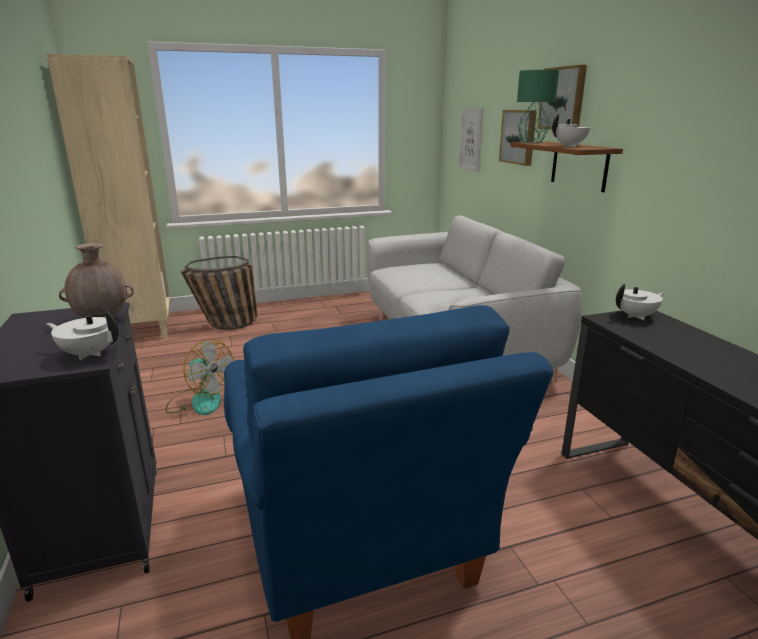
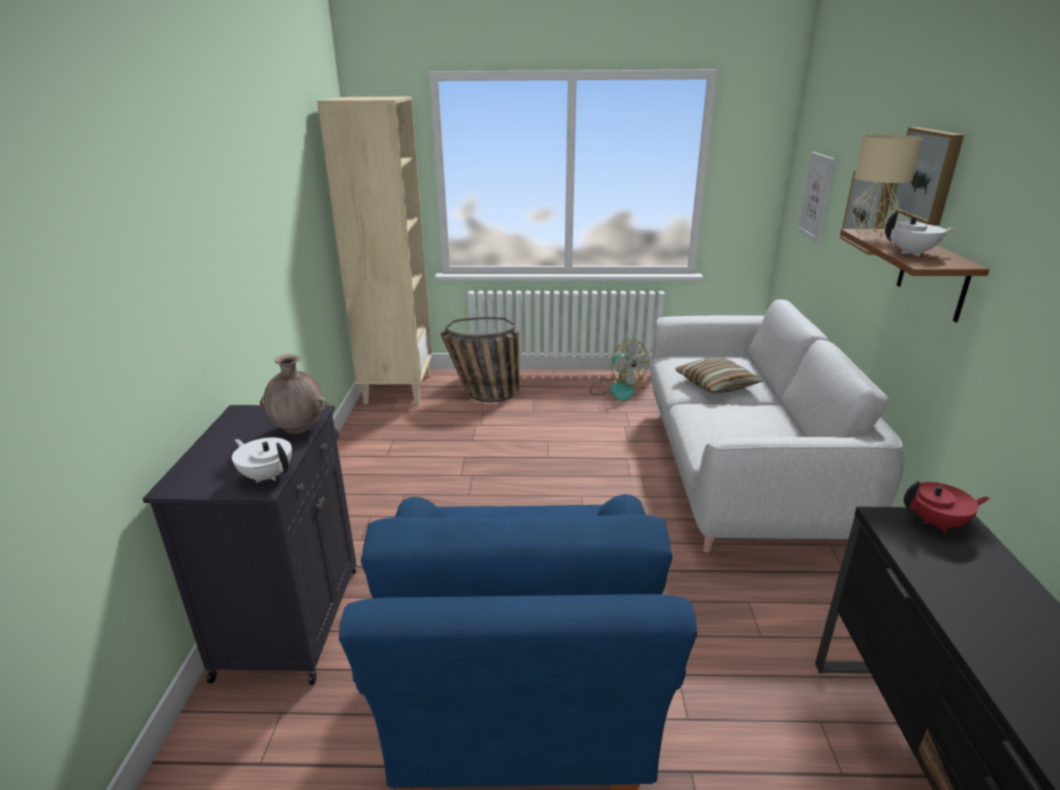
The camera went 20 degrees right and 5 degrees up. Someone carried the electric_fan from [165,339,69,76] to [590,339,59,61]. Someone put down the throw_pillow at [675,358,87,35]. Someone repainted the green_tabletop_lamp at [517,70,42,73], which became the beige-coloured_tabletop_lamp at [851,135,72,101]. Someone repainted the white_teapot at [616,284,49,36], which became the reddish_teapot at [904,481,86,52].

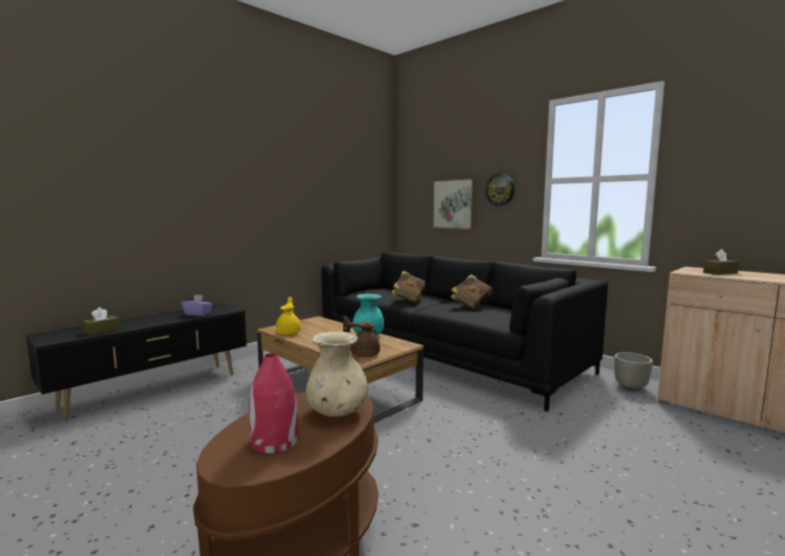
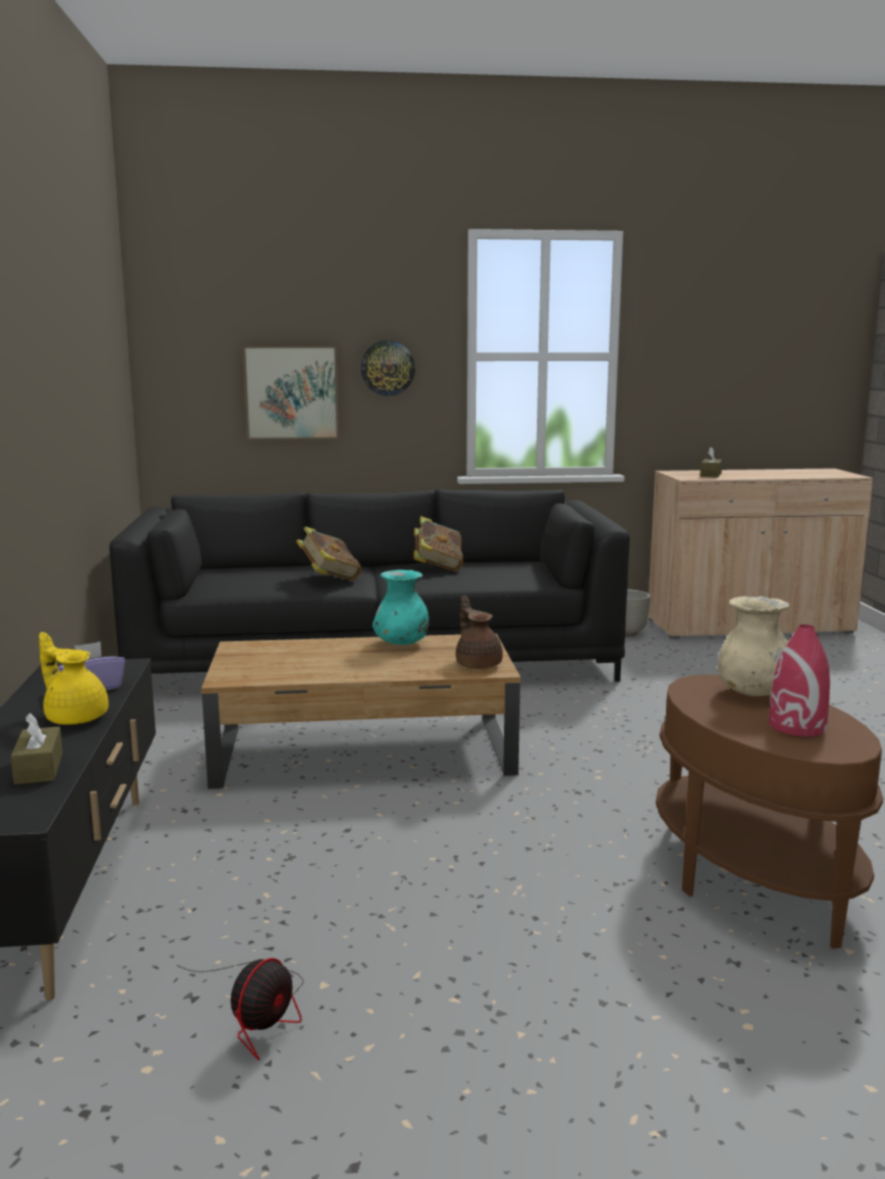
The camera went 50 degrees left and 5 degrees up. Someone carried the yellowish_teapot from [276,297,25,38] to [39,632,69,93]. Someone put down the electric_fan at [177,958,126,103]. Someone rotated the brown_teapot at [343,316,37,41] by 105 degrees clockwise.

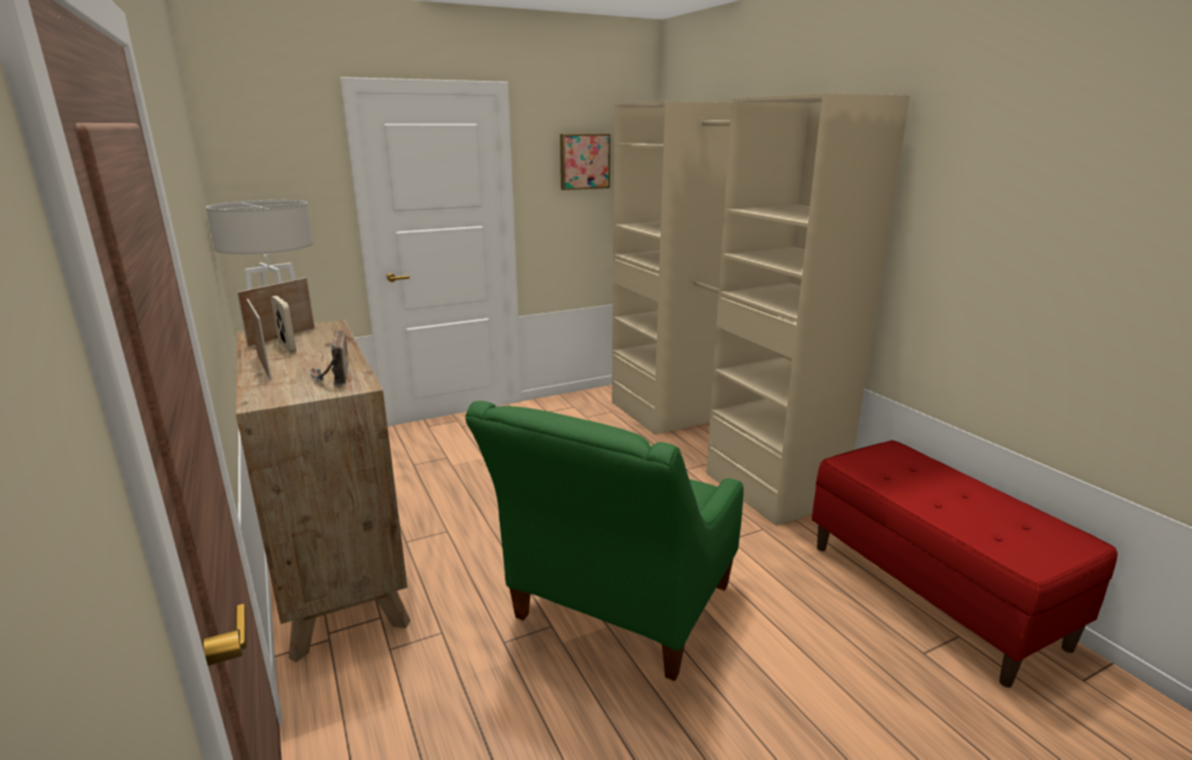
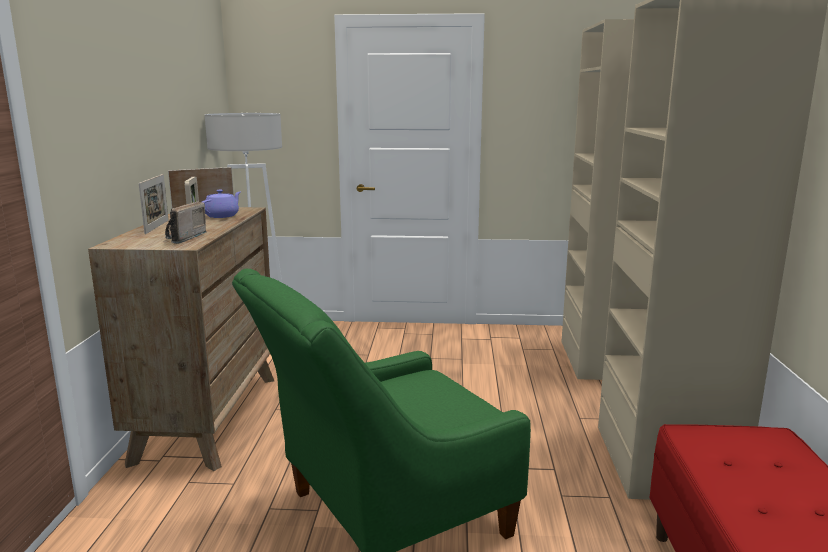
The camera went 30 degrees right and 5 degrees down. Someone put down the purplish_teapot at [202,190,38,28]. Someone took away the picture at [560,134,50,56].

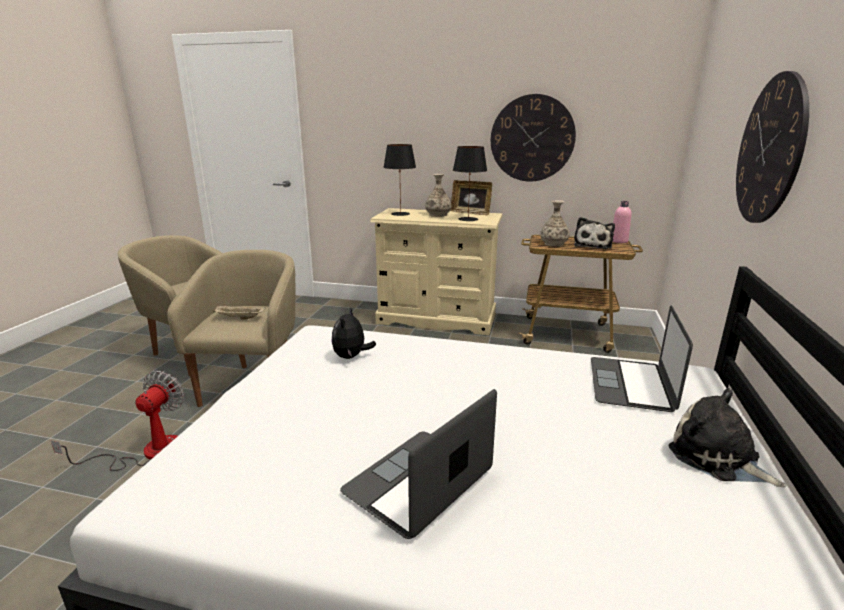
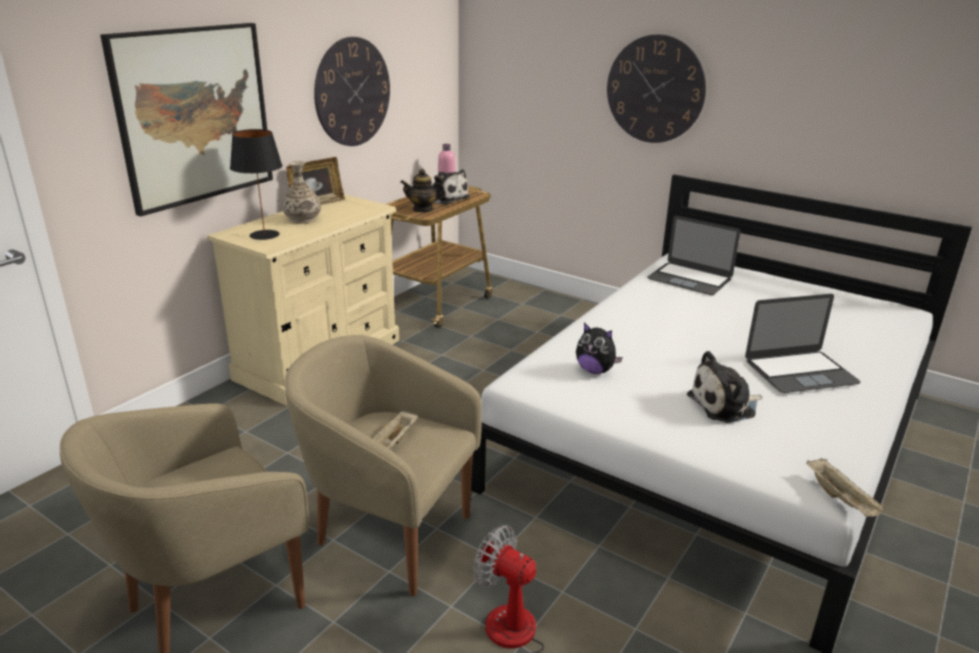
The camera went 70 degrees left and 5 degrees up. Someone put up the picture at [100,23,173,194]. Someone swapped the flower_vase at [540,200,29,47] for the teapot at [400,169,46,43]. Someone carried the cuddly_toy from [669,388,117,99] to [687,351,75,72]. Someone rotated the laptop at [340,389,157,150] by 75 degrees counterclockwise. Someone put down the beige-coloured_tray at [806,458,79,59]. Someone took away the black_tabletop_lamp at [453,146,34,75].

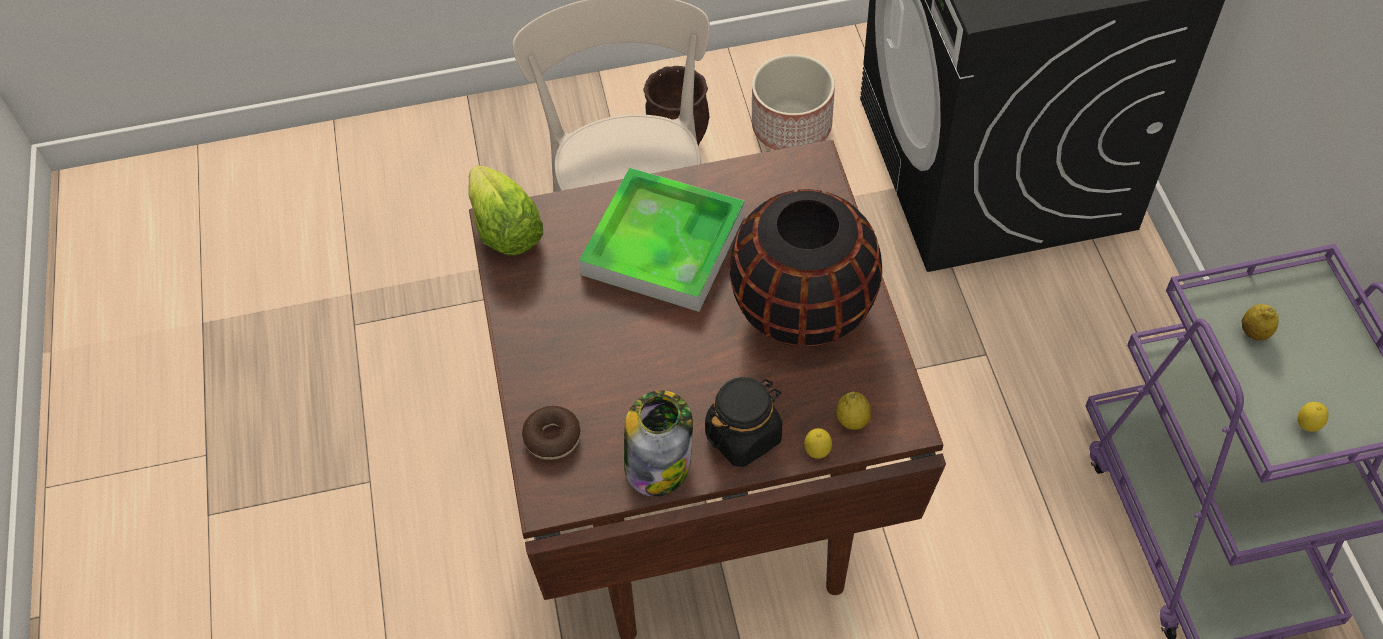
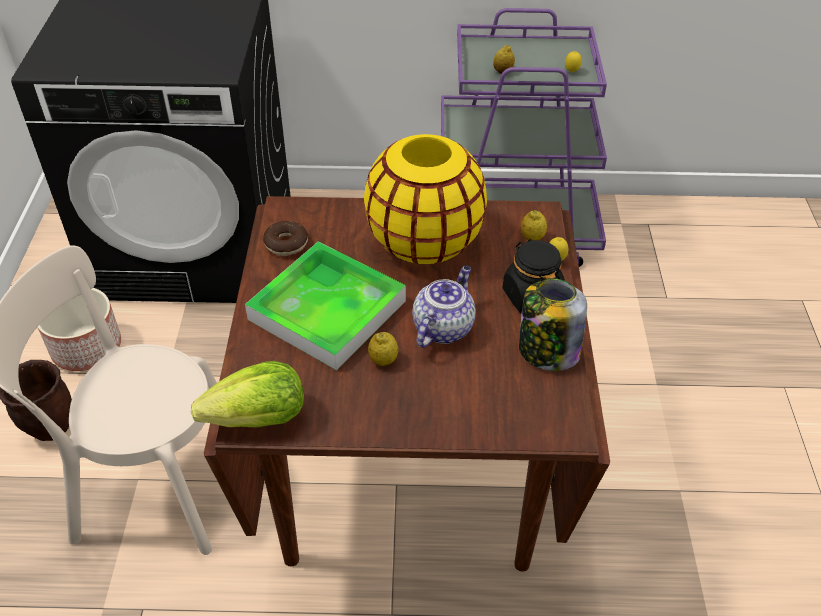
The camera went 80 degrees left and 10 degrees down. Someone carried the donut from [522,406,59,54] to [263,221,45,35]. Someone repainted the black_flower_vase at [729,189,153,158], which became the yellowish_flower_vase at [364,134,123,130]. Someone put down the citrus_fruit at [368,332,30,34]. Someone put down the teapot at [412,266,64,82].

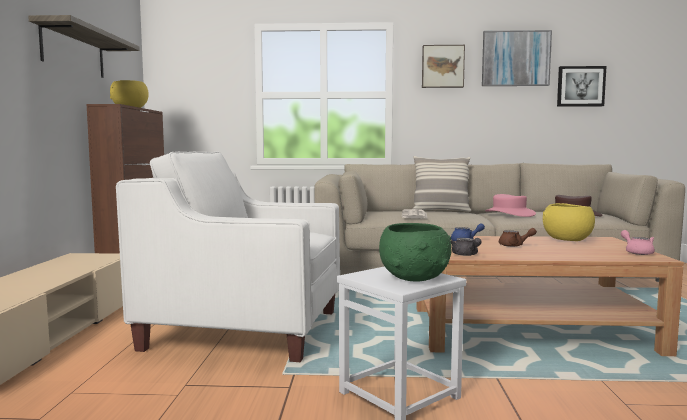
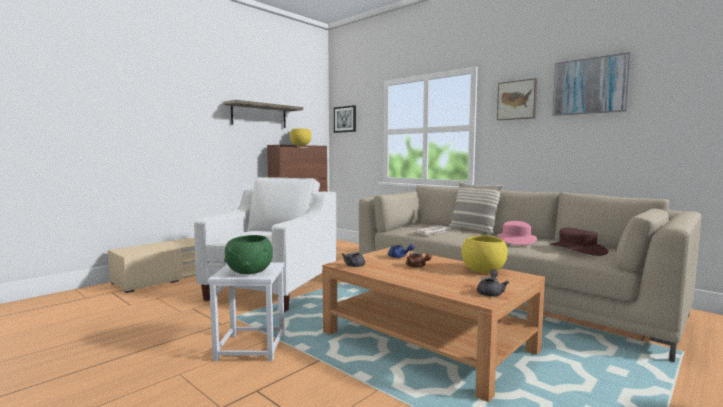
The camera went 40 degrees right and 0 degrees up. Someone rotated the white_lounge_chair at [116,152,224,210] by 60 degrees clockwise. Someone carried the picture from [557,66,49,41] to [334,105,22,28]. Someone repainted the pink-coloured_teapot at [621,230,34,25], which became the gray_teapot at [477,269,32,28].

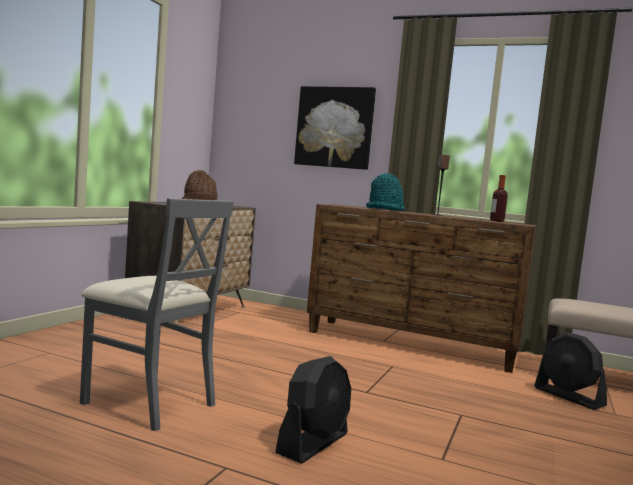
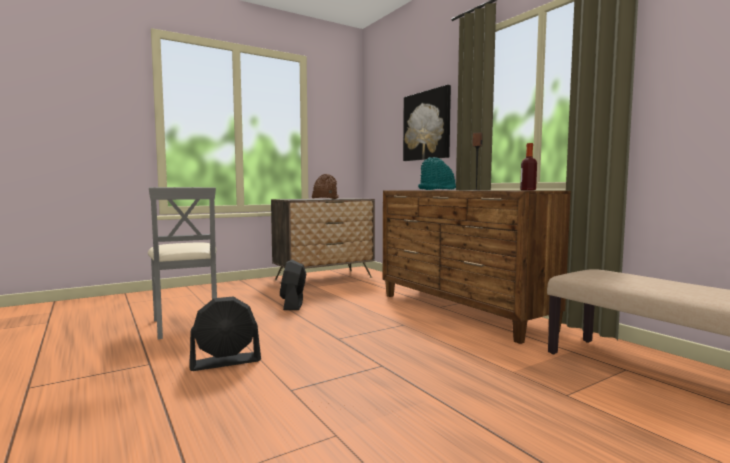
The camera went 35 degrees right and 0 degrees up. Someone carried the black_electric_fan from [534,332,73,78] to [280,260,26,50].

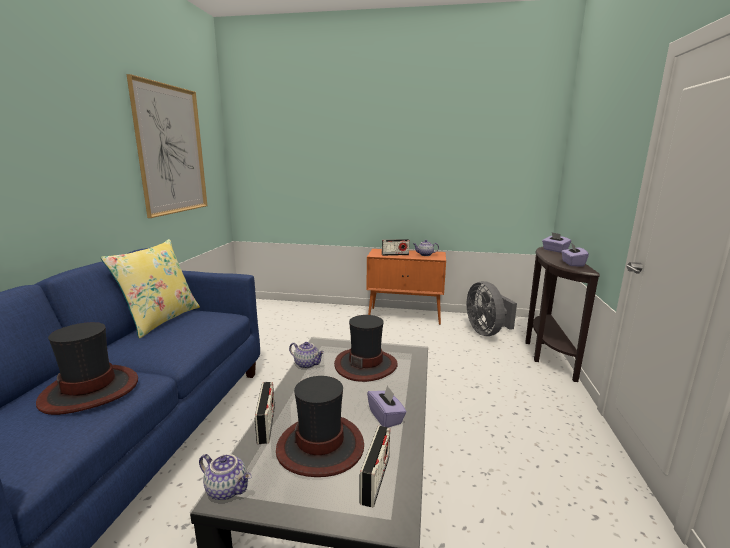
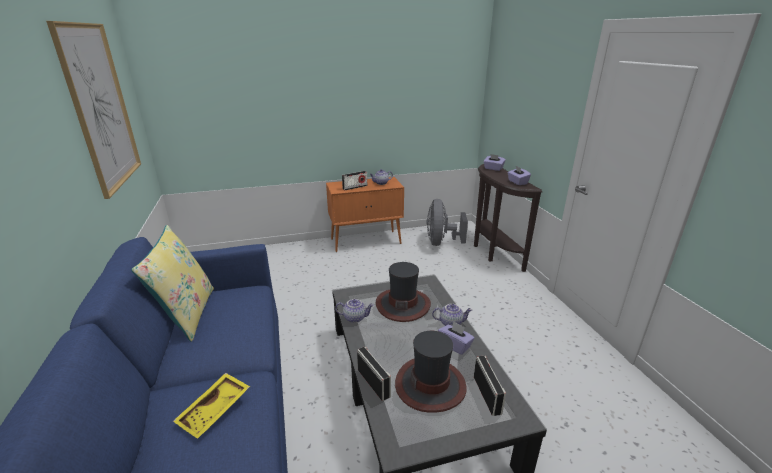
The camera went 25 degrees left and 10 degrees up. Someone swapped the hat at [36,322,102,93] for the yellowish_tray at [173,373,77,66]. Someone rotated the gray_electric_fan at [467,281,50,55] by 45 degrees clockwise. Someone carried the teapot from [199,454,53,46] to [432,304,40,22].

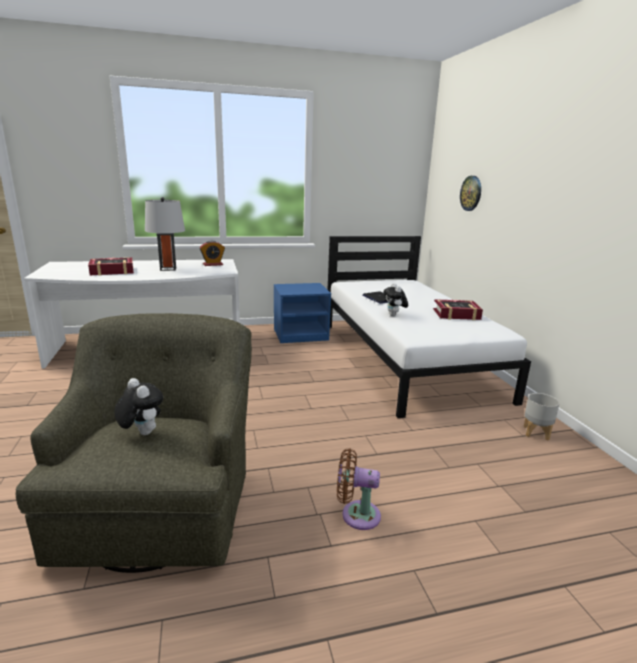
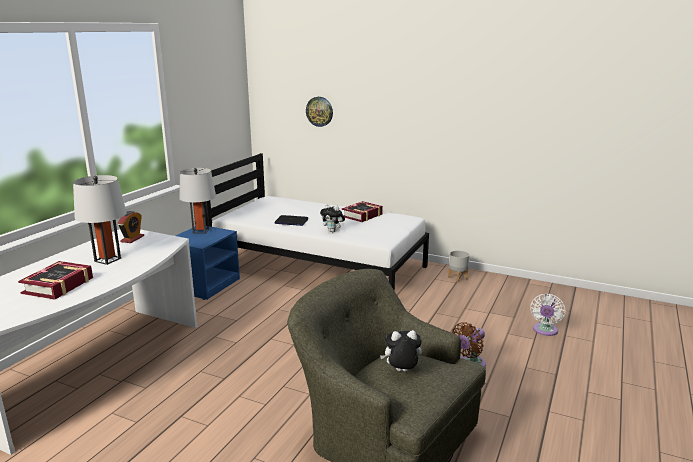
The camera went 50 degrees left and 0 degrees up. Someone put down the gray_tabletop_lamp at [179,168,37,65]. Someone put down the white_electric_fan at [530,294,35,42].

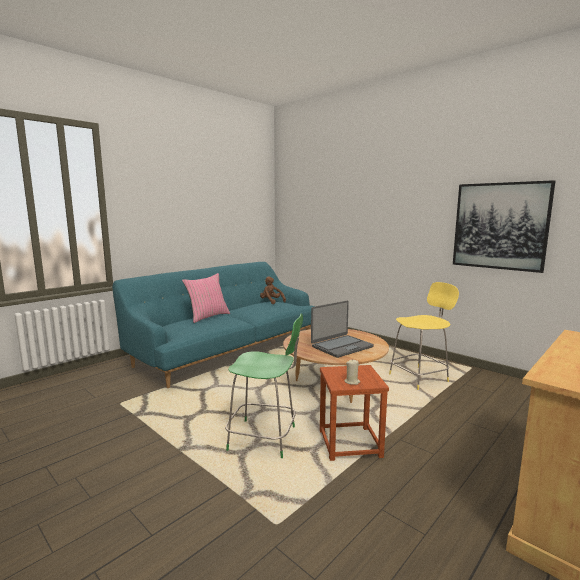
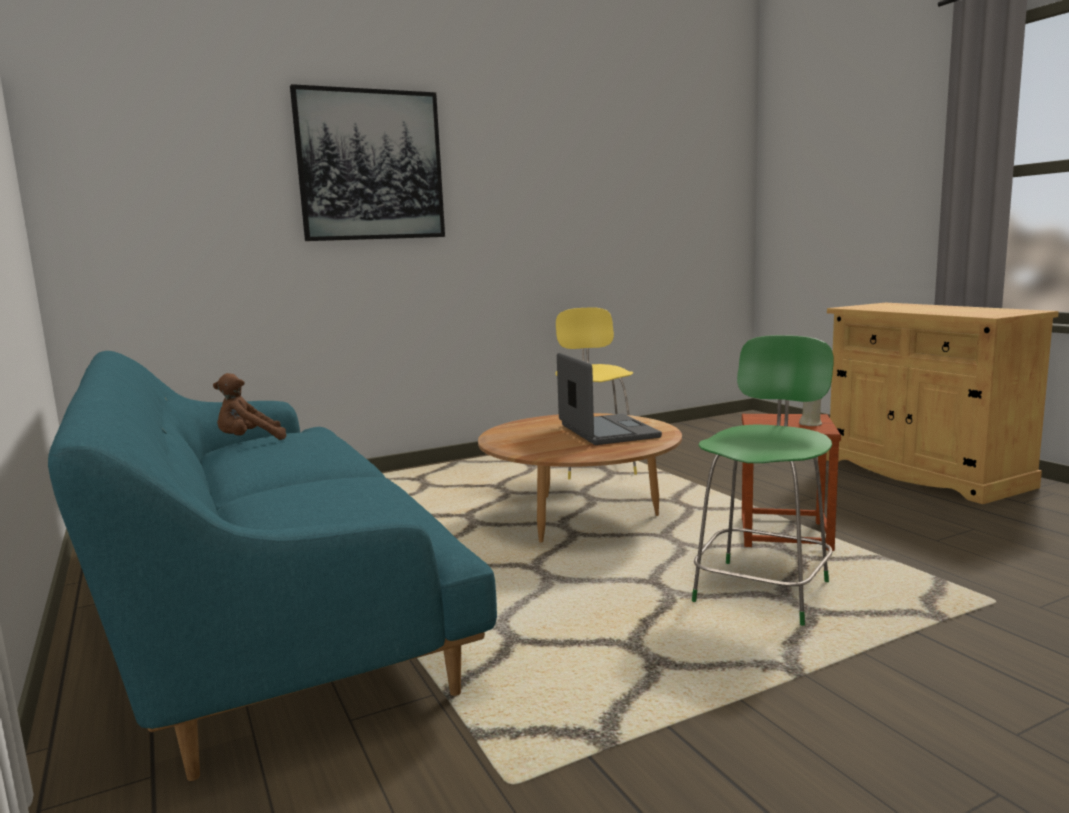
The camera went 70 degrees left and 0 degrees up. Someone carried the picture from [453,180,102,93] to [290,84,155,157]. Someone took away the pink-coloured_throw_pillow at [182,273,48,50].

